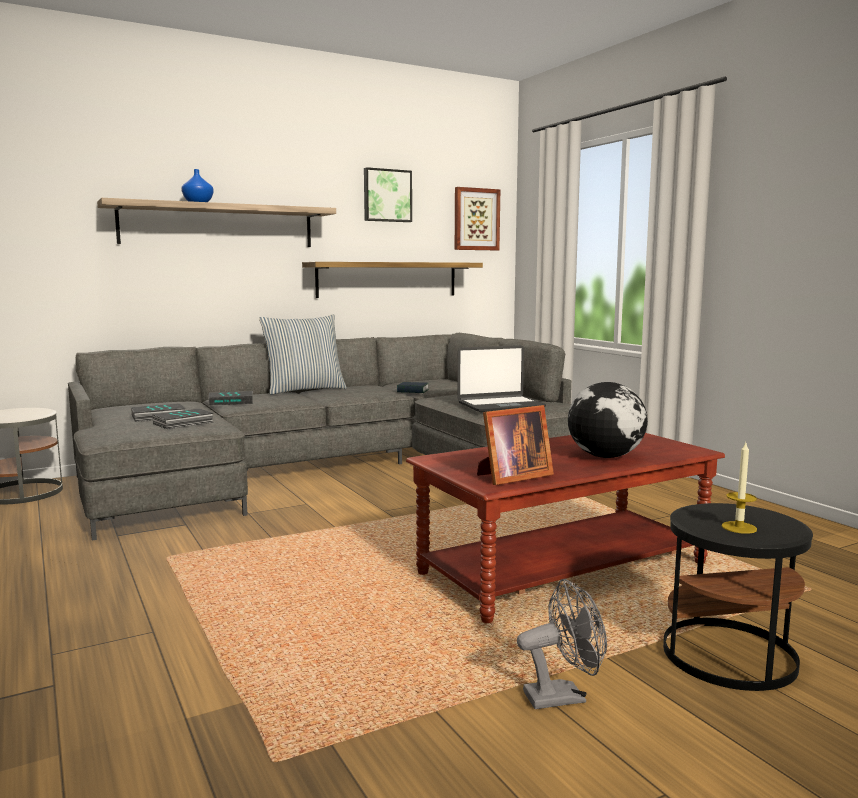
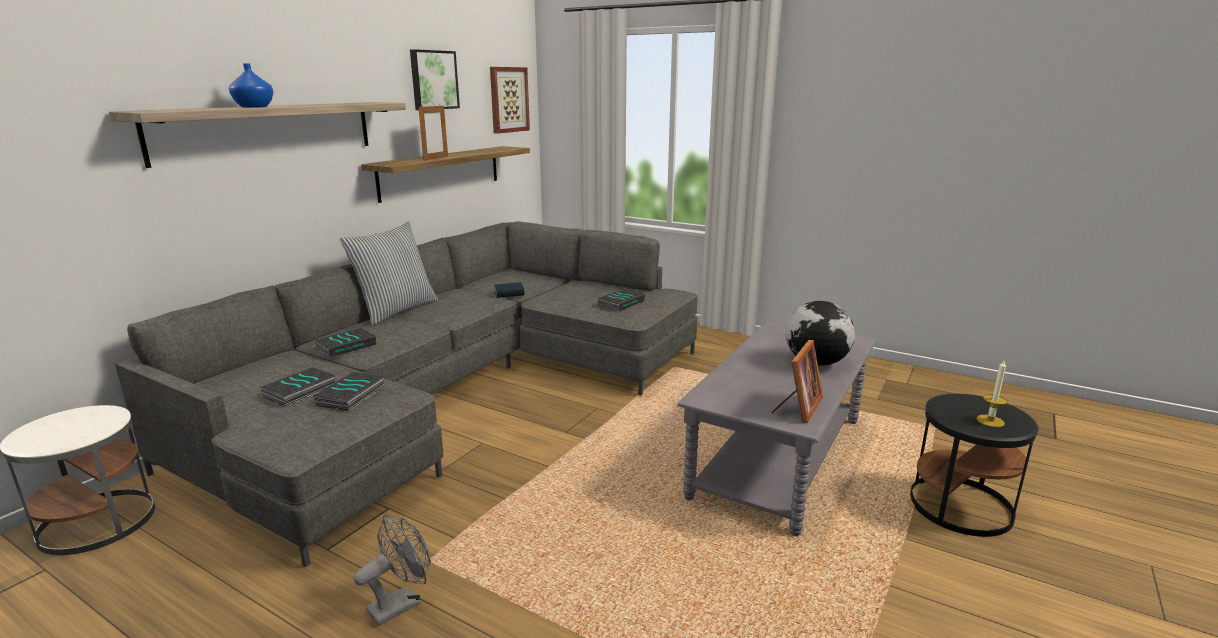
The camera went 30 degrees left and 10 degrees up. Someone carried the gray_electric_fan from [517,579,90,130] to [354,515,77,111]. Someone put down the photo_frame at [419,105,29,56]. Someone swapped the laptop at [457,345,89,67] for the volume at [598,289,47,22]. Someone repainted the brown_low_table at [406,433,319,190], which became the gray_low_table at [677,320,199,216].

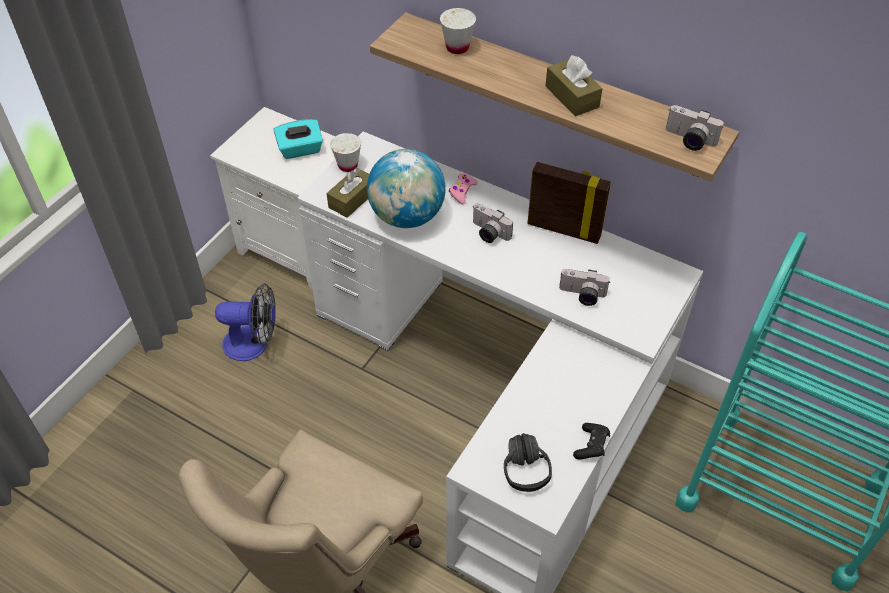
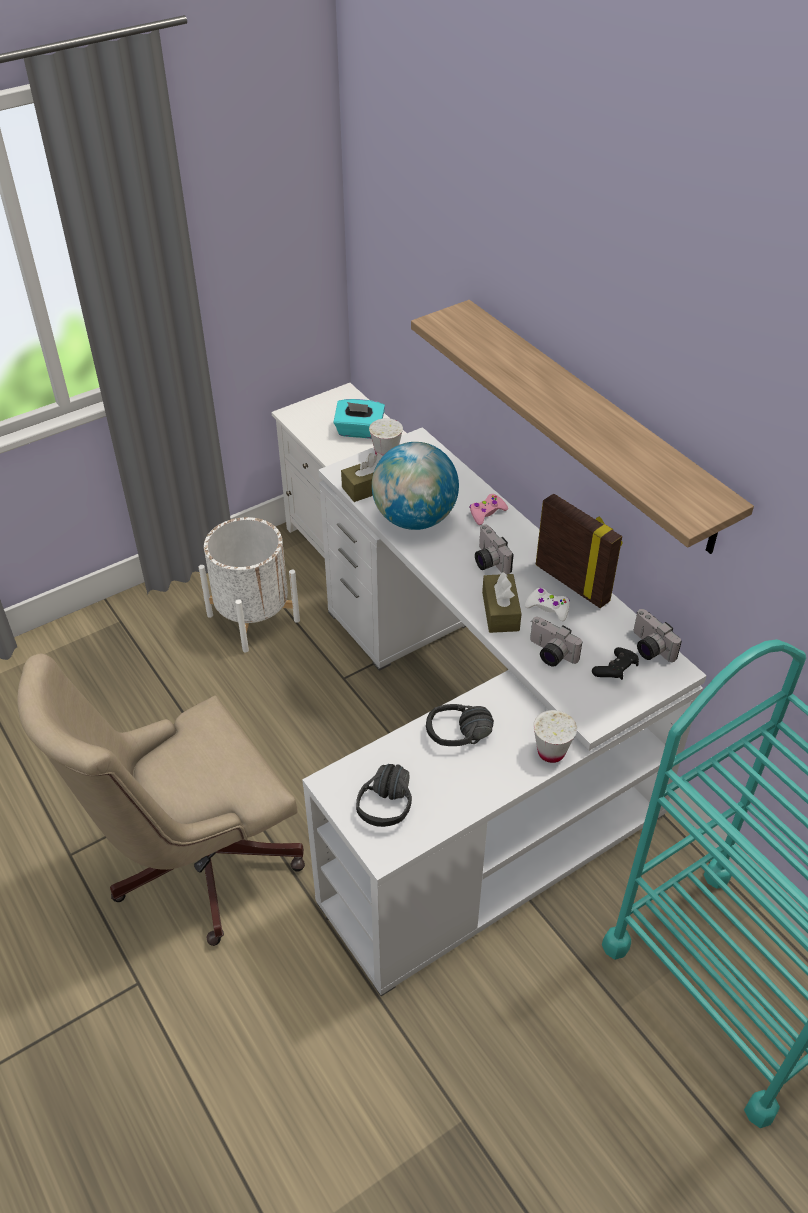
The camera went 25 degrees right and 5 degrees down. Someone swapped the electric_fan at [215,283,61,78] for the white_plant_pot at [198,517,102,136]. Someone put down the black_headset at [426,704,68,42]. Someone carried the brown_tissue_box from [546,55,57,61] to [482,572,39,61]. Someone put down the white_gamepad at [525,588,45,33]. Someone carried the white_drinking_cup from [440,8,36,46] to [533,710,44,53]. Someone carried the black_gamepad from [573,423,37,37] to [592,647,47,33]. Someone carried the still_camera from [666,105,58,46] to [633,609,49,53].

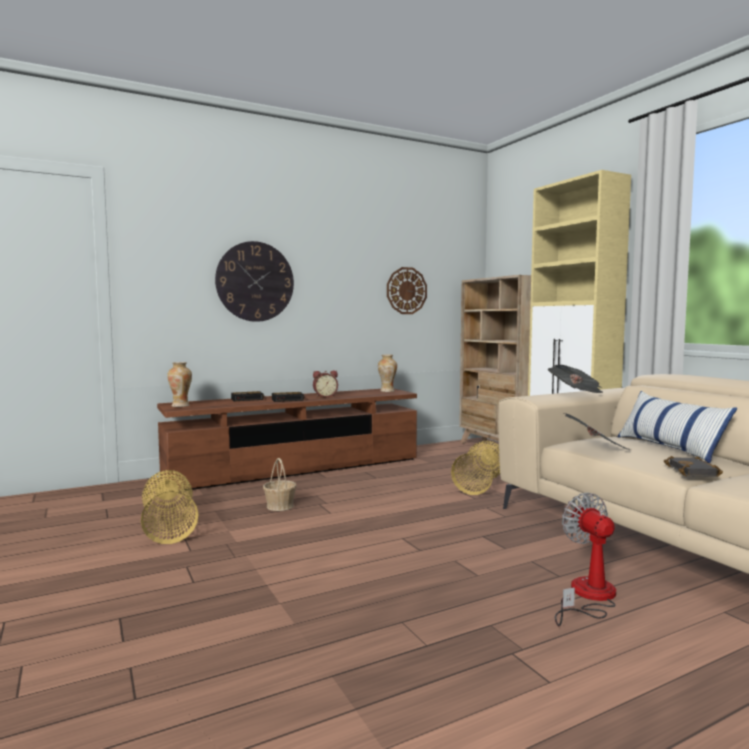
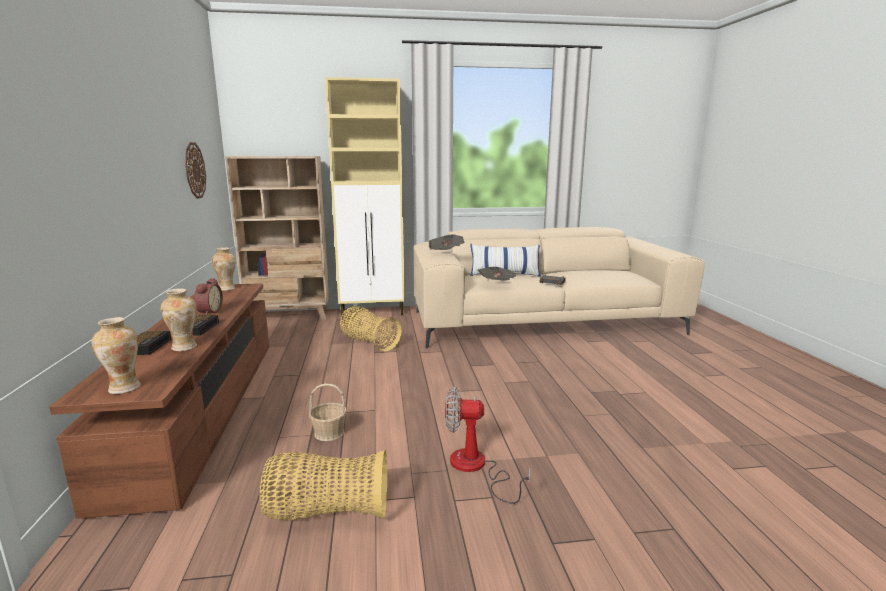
The camera went 70 degrees left and 10 degrees up. Someone put down the flower_vase at [161,288,36,63]. Someone carried the electric_fan from [555,492,61,134] to [445,386,85,118]. Someone took away the clock_on_the_wall at [215,241,79,81].

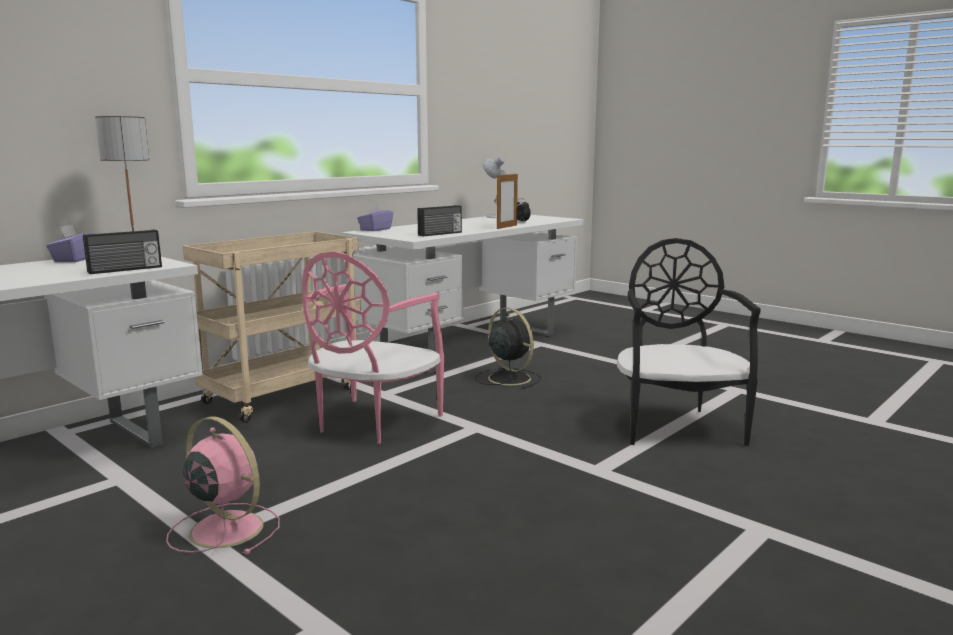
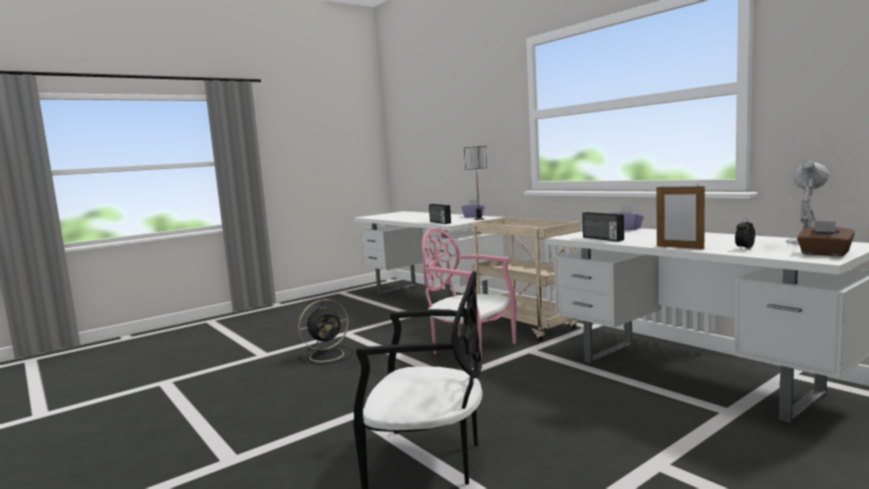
The camera went 100 degrees right and 5 degrees down. Someone carried the black_electric_fan from [475,308,66,81] to [298,299,55,66]. Someone put down the brown_tissue_box at [797,220,58,36]. Someone took away the pink-coloured_electric_fan at [166,416,114,138].

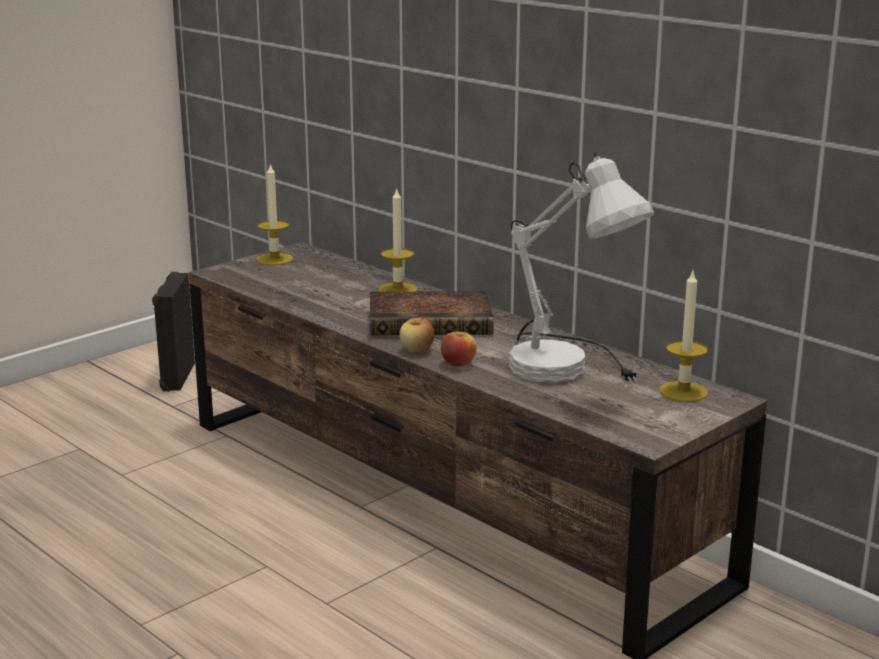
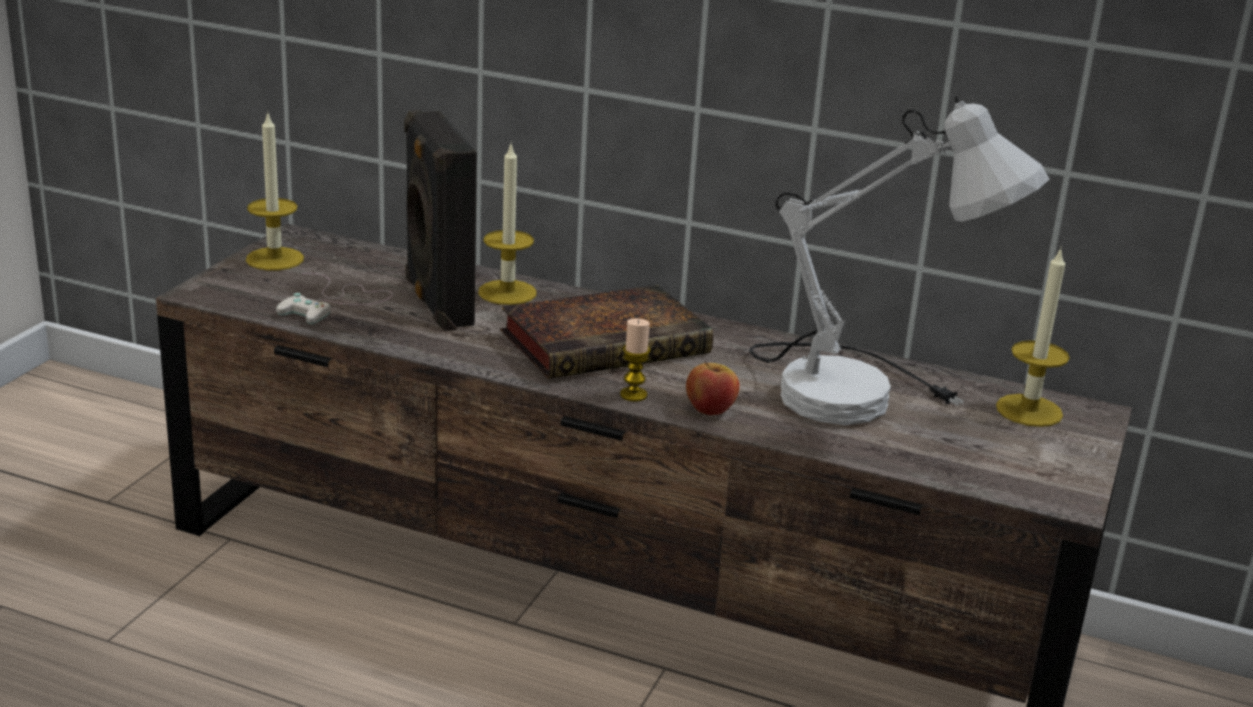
The camera went 25 degrees left and 5 degrees up. Someone put down the white_gamepad at [276,273,117,51]. Someone carried the black_loudspeaker from [152,272,43,120] to [404,110,73,221]. Someone swapped the whole_apple at [399,317,36,36] for the wax_candle at [620,318,31,84].

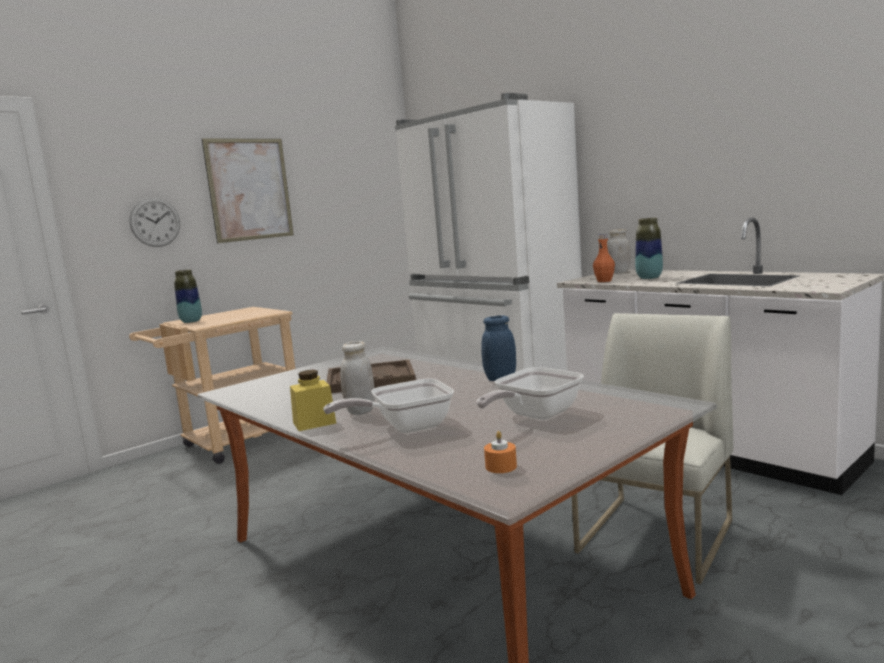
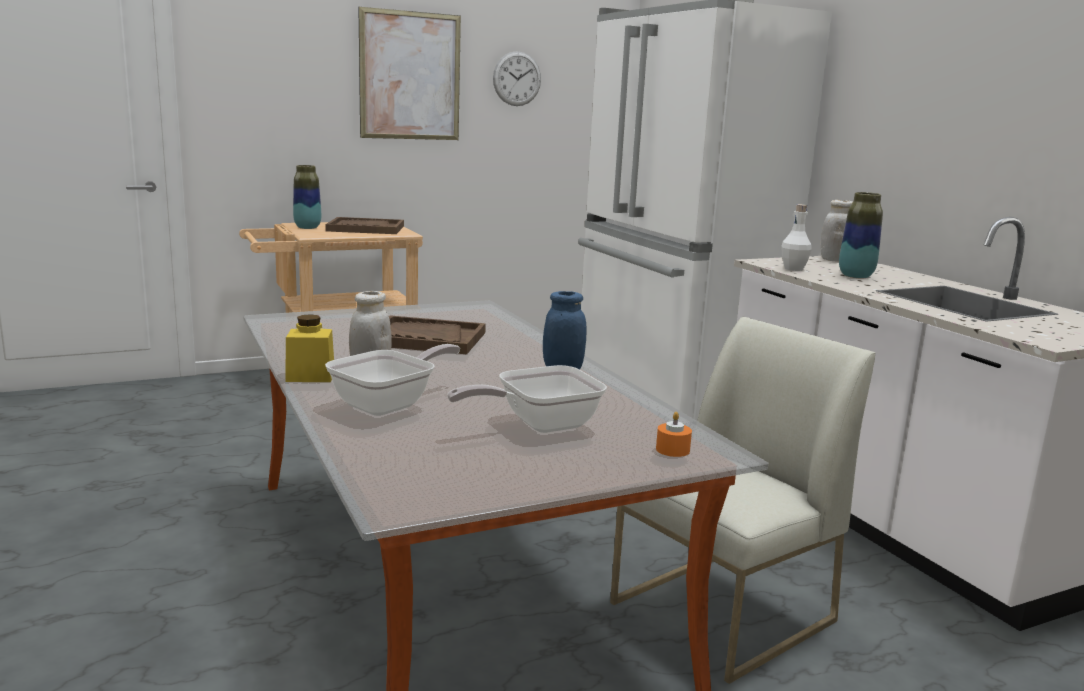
The camera went 15 degrees right and 5 degrees up. Someone put down the brown_tray at [325,217,79,17]. Someone rotated the skillet at [323,379,131,54] by 135 degrees clockwise. Someone carried the clock_on_the_wall from [129,198,51,49] to [493,51,48,55]. Someone carried the orange-coloured_wax_candle from [484,431,33,42] to [656,412,36,45]. Someone repainted the orange-coloured_bottle at [593,234,22,48], which became the white_bottle at [781,204,31,67].

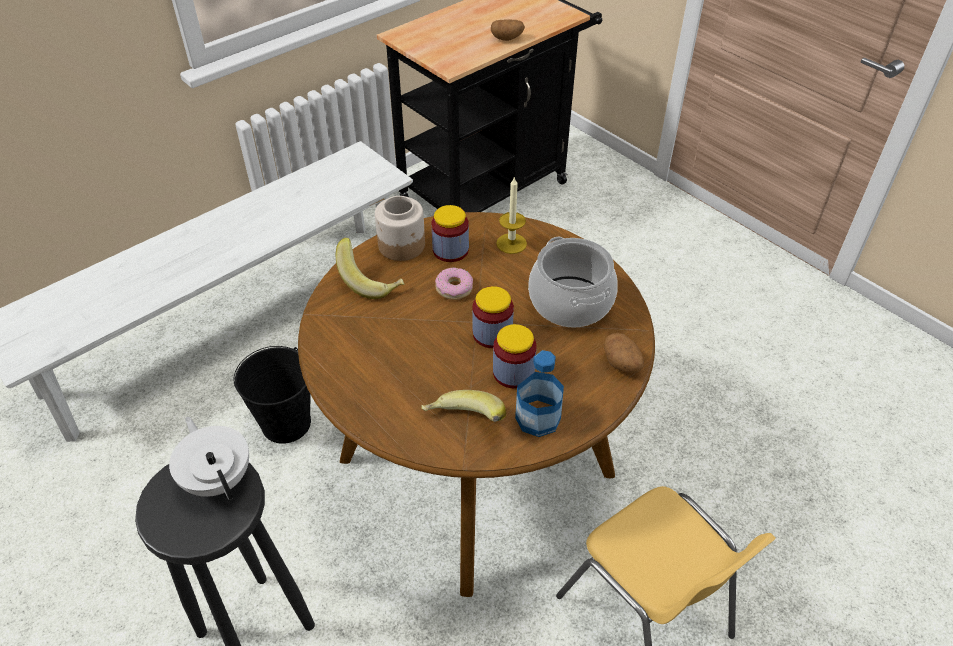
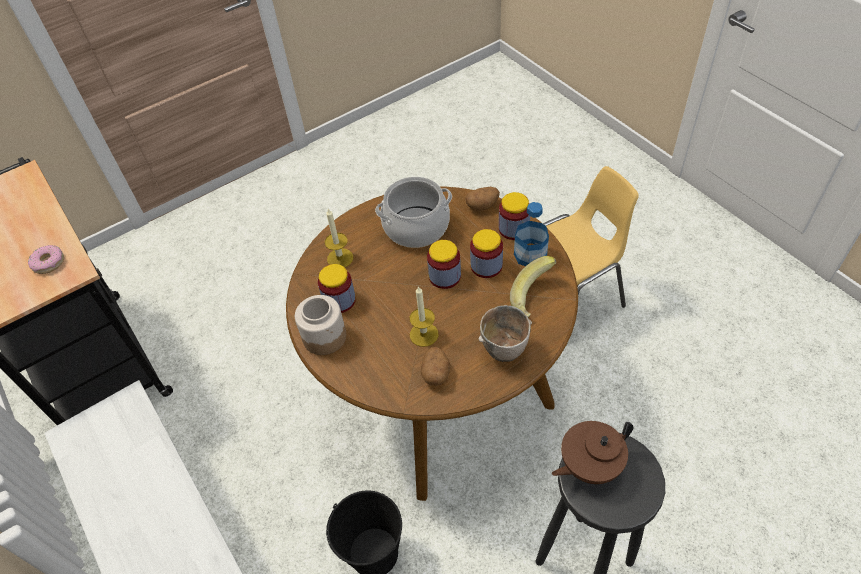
The camera went 80 degrees left and 5 degrees up. Someone carried the donut from [435,267,38,33] to [28,245,36,29]. Someone put down the wax_candle at [410,286,28,61]. Someone carried the potato from [491,19,34,22] to [421,347,29,39]. Someone put down the serving_bowl at [478,305,54,57]. Someone put down the jar at [499,192,31,48]. Someone repainted the white_teapot at [169,417,80,83], which became the brown_teapot at [551,421,82,63]. Someone took away the banana at [336,238,68,61].

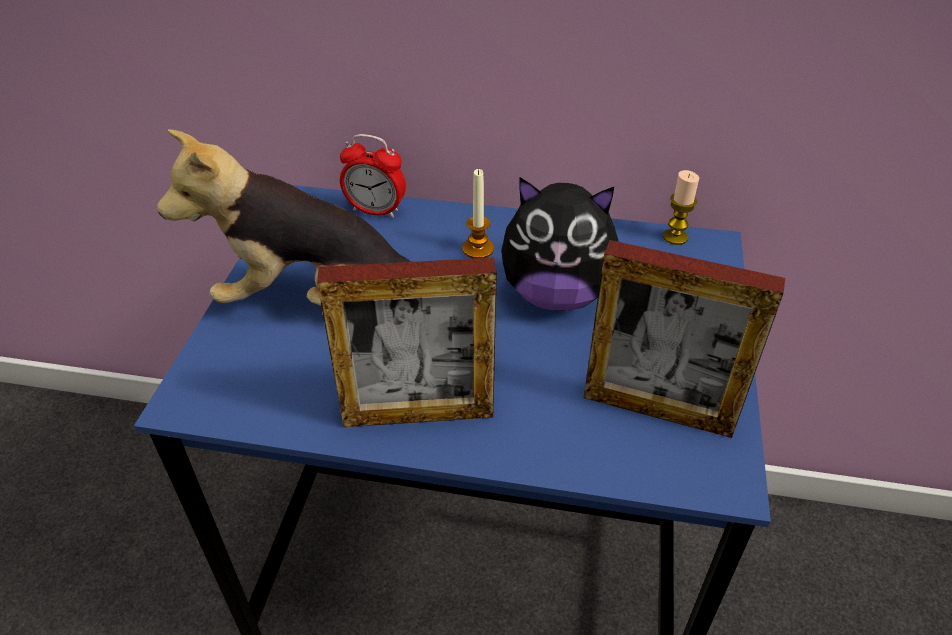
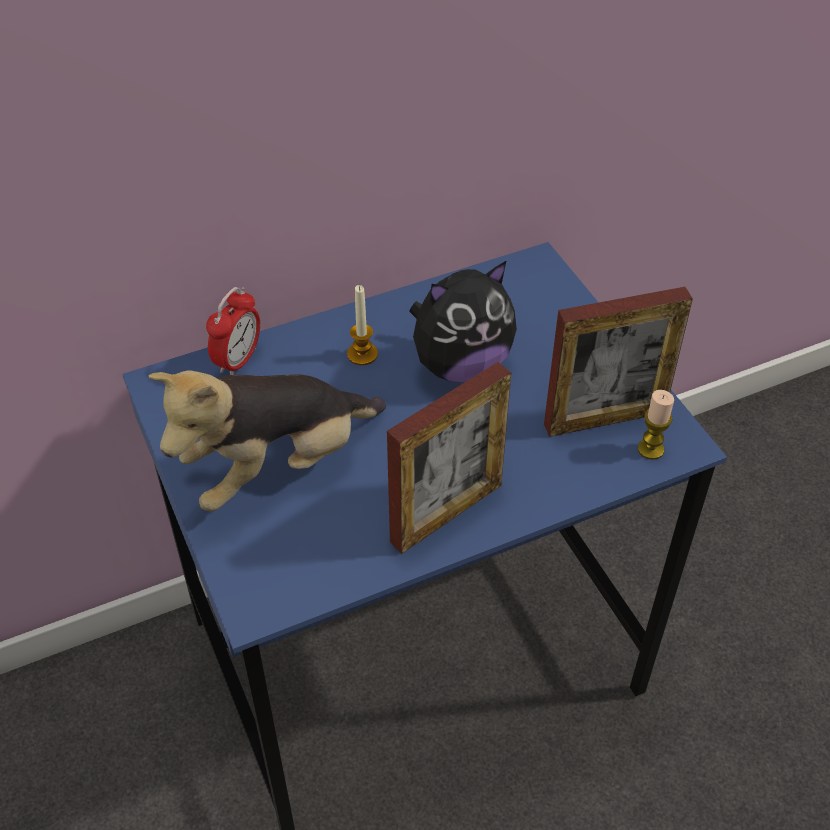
The camera went 35 degrees left and 5 degrees up. Someone rotated the bedside_clock at [340,134,66,84] by 45 degrees counterclockwise. Someone carried the wax_candle from [663,170,36,75] to [638,390,36,70].

